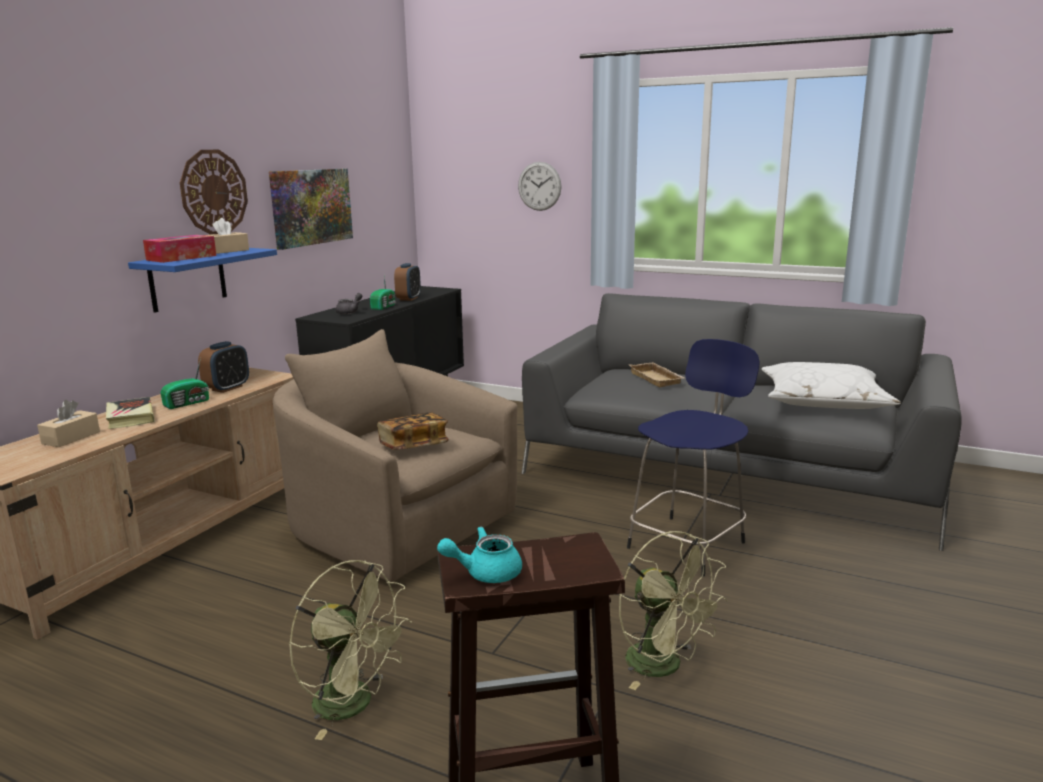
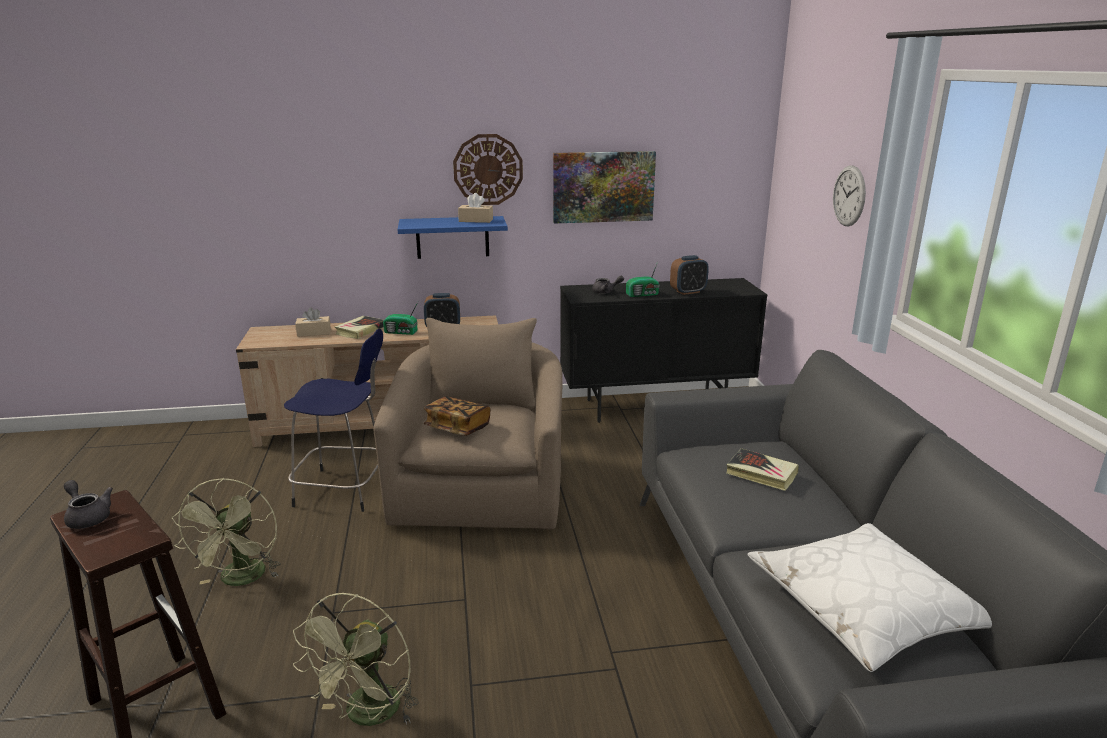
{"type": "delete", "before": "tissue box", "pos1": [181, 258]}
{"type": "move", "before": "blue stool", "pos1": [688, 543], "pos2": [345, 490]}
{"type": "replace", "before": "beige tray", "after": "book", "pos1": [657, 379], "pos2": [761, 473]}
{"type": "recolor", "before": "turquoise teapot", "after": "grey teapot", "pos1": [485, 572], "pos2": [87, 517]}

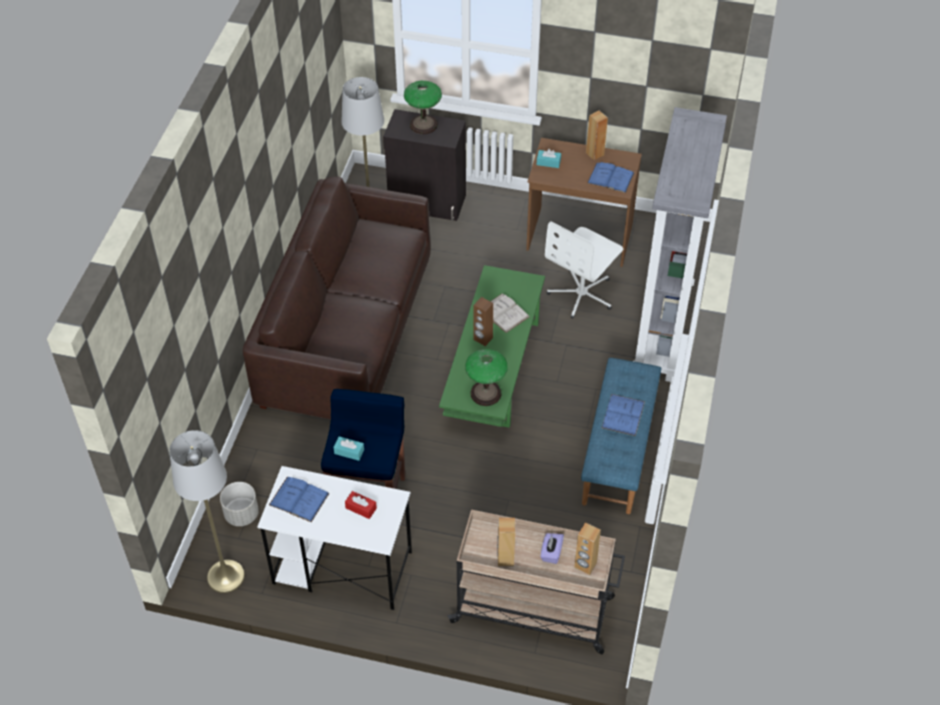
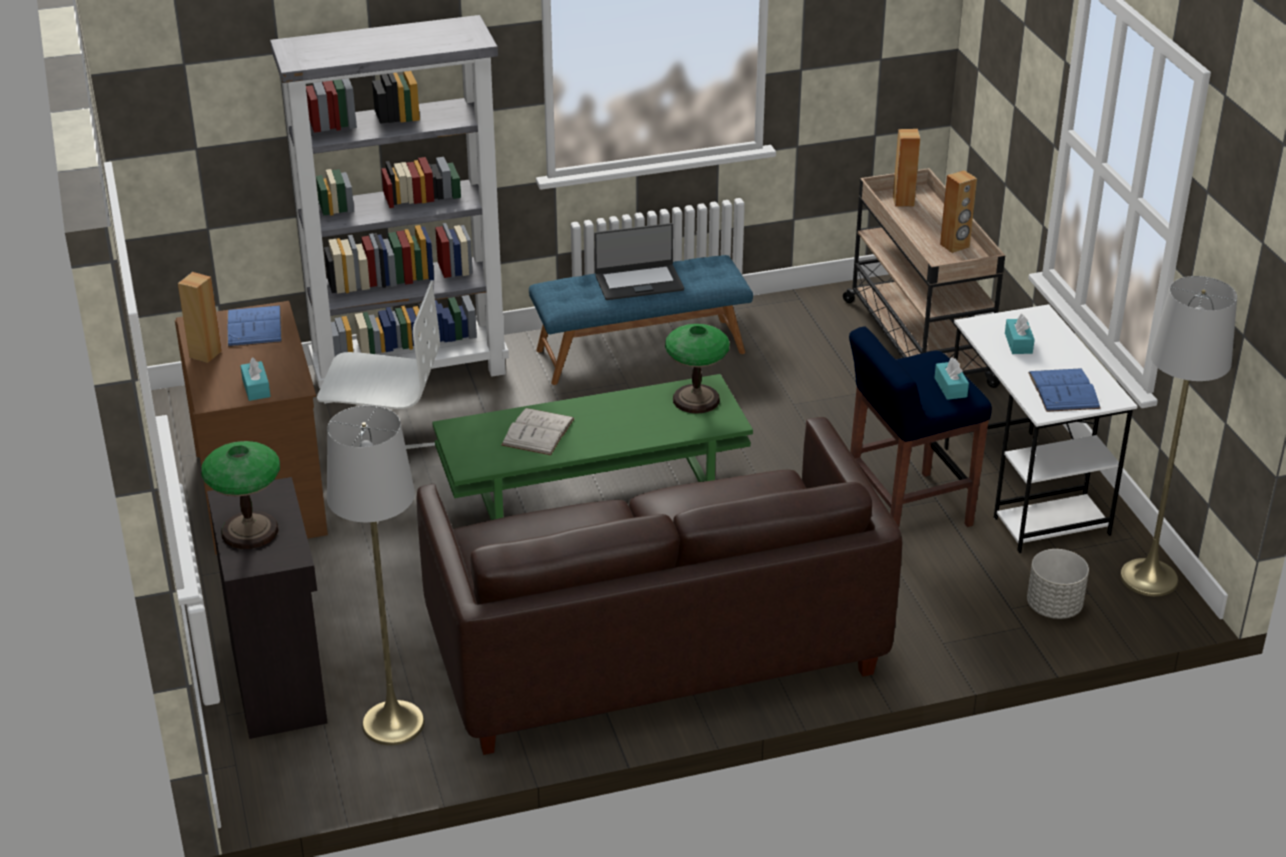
{"type": "delete", "before": "brown speaker", "pos1": [483, 339]}
{"type": "replace", "before": "blue book", "after": "laptop", "pos1": [623, 414], "pos2": [638, 282]}
{"type": "recolor", "before": "red tissue box", "after": "turquoise tissue box", "pos1": [361, 508], "pos2": [1018, 343]}
{"type": "delete", "before": "purple tissue box", "pos1": [551, 553]}

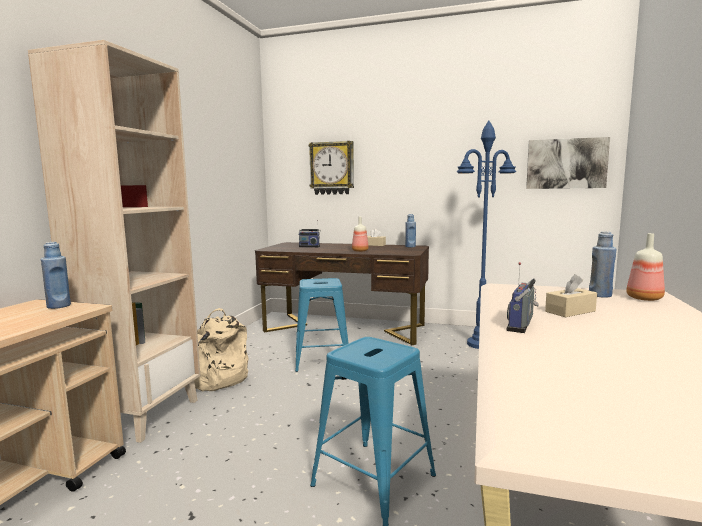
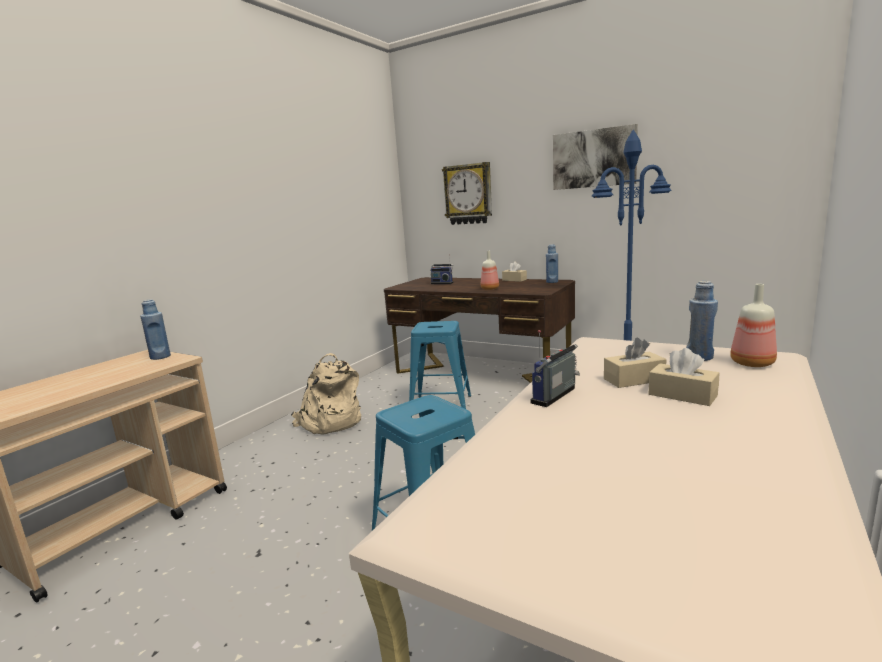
{"type": "delete", "before": "beige bookcase", "pos1": [142, 414]}
{"type": "move", "before": "picture", "pos1": [566, 163], "pos2": [594, 158]}
{"type": "insert", "after": "beige tissue box", "pos2": [682, 395]}

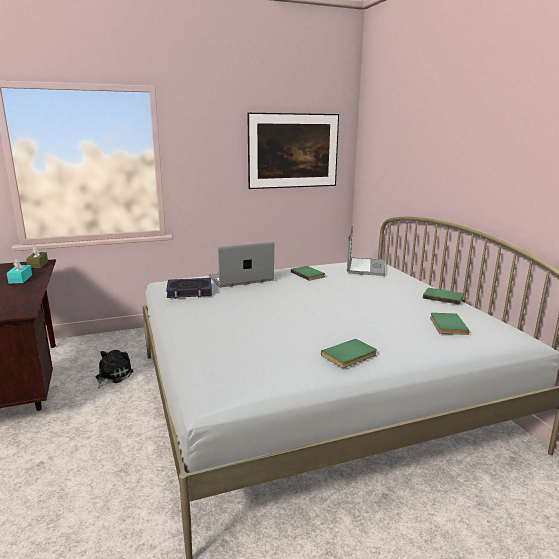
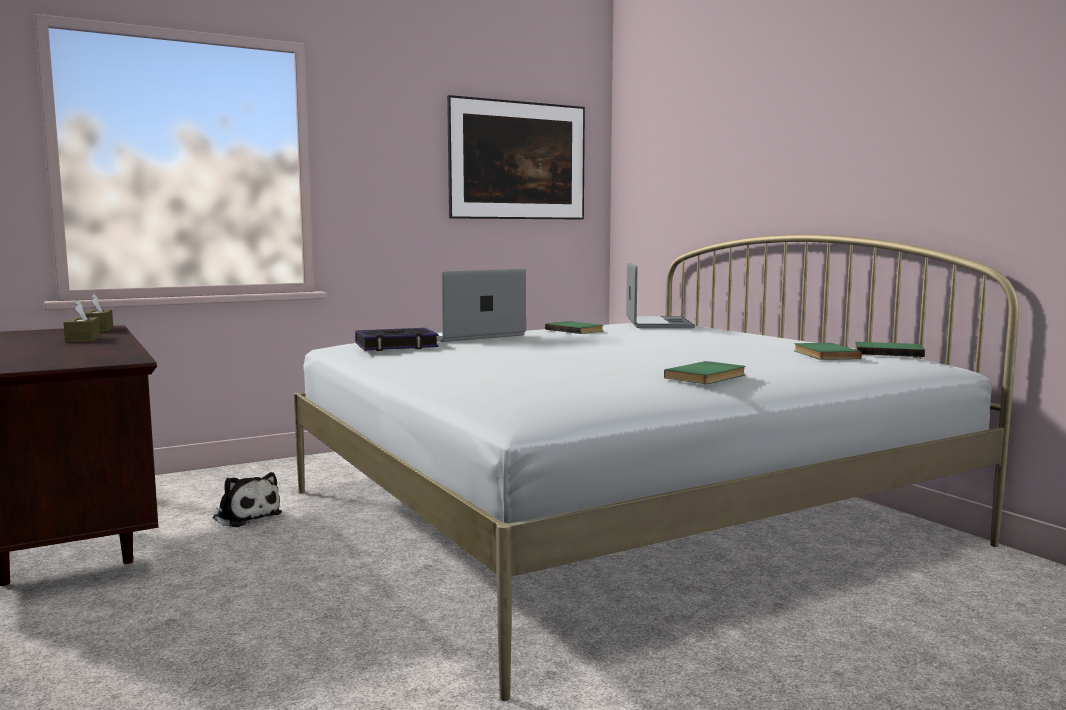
{"type": "recolor", "before": "turquoise tissue box", "after": "brown tissue box", "pos1": [20, 279], "pos2": [83, 339]}
{"type": "move", "before": "green book", "pos1": [443, 297], "pos2": [888, 352]}
{"type": "rotate", "before": "plush toy", "pos1": [112, 376], "pos2": [245, 516], "turn": 120}

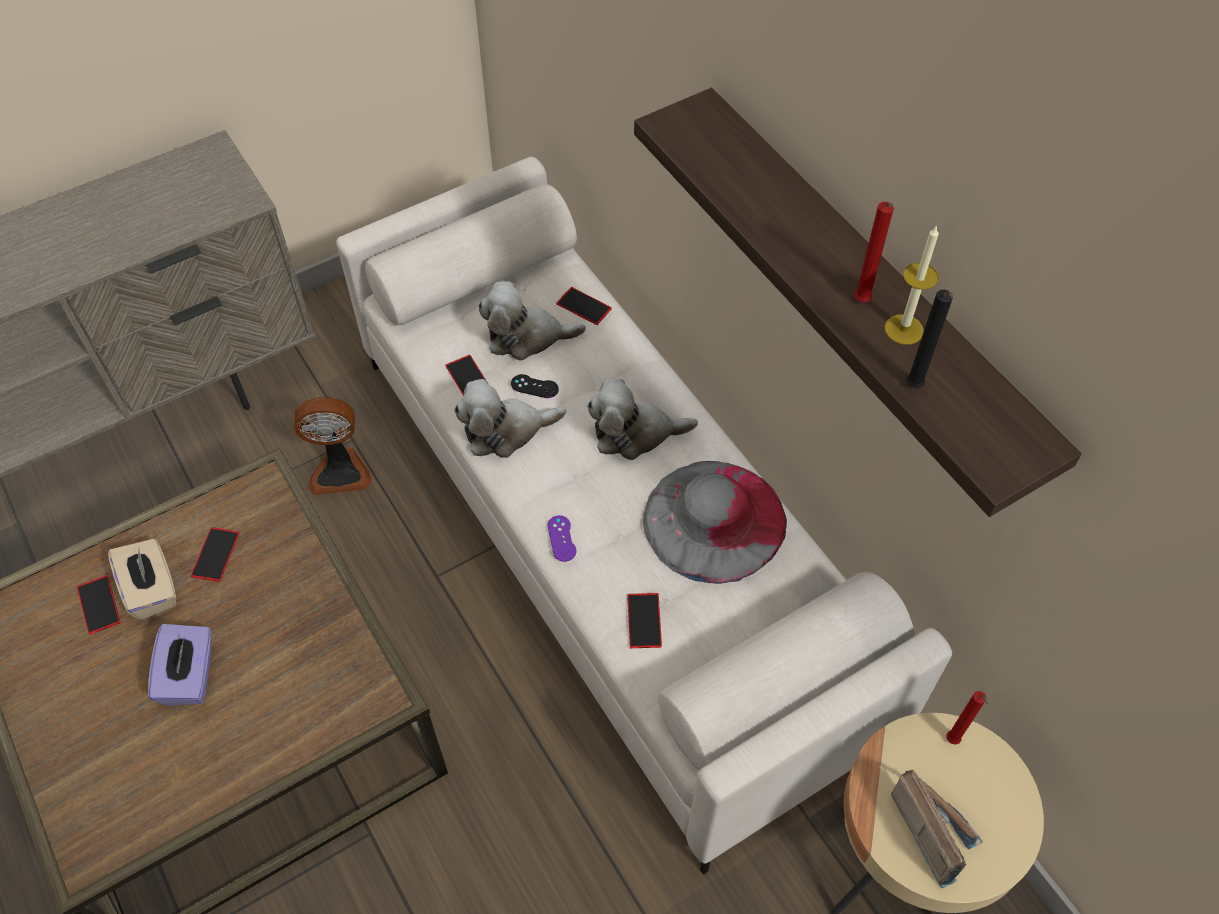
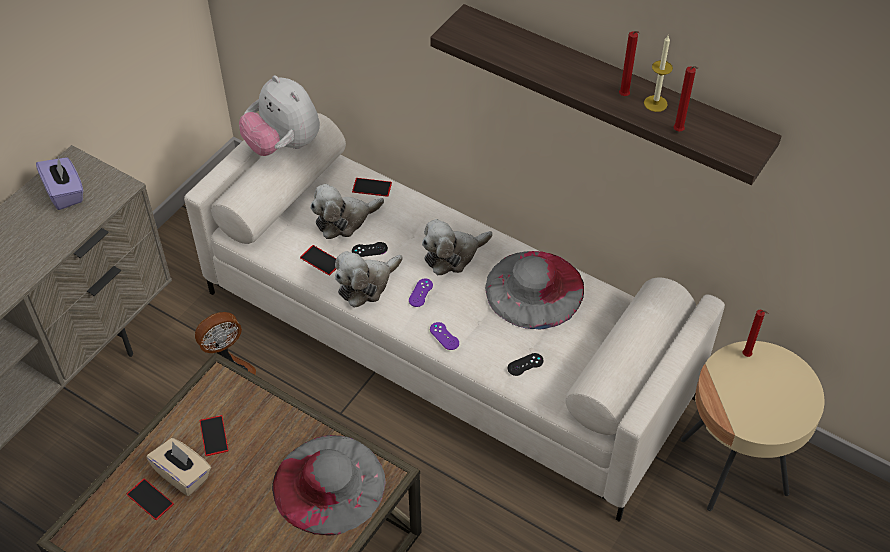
{"type": "recolor", "before": "black candle", "after": "red candle", "pos1": [914, 388], "pos2": [679, 132]}
{"type": "replace", "before": "phone", "after": "black game controller", "pos1": [644, 620], "pos2": [525, 364]}
{"type": "move", "before": "purple tissue box", "pos1": [190, 676], "pos2": [65, 193]}
{"type": "delete", "before": "radio", "pos1": [932, 828]}
{"type": "insert", "after": "plush toy", "pos2": [283, 145]}
{"type": "insert", "after": "purple game controller", "pos2": [420, 293]}
{"type": "insert", "after": "grey hat", "pos2": [329, 484]}

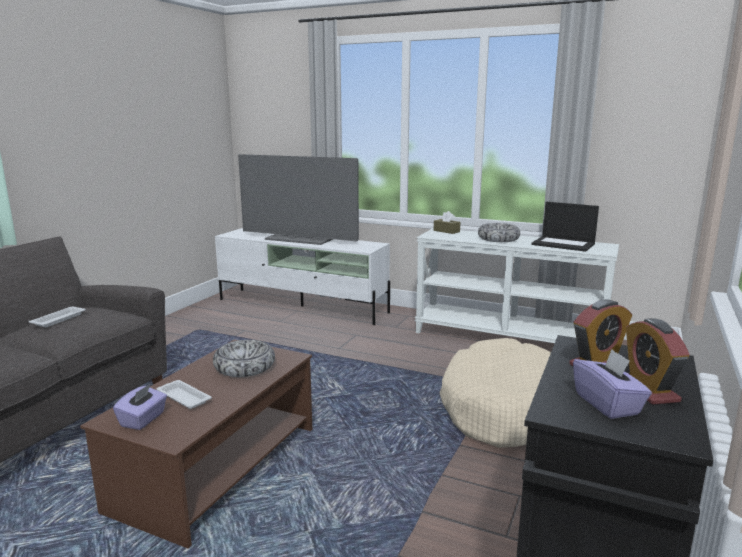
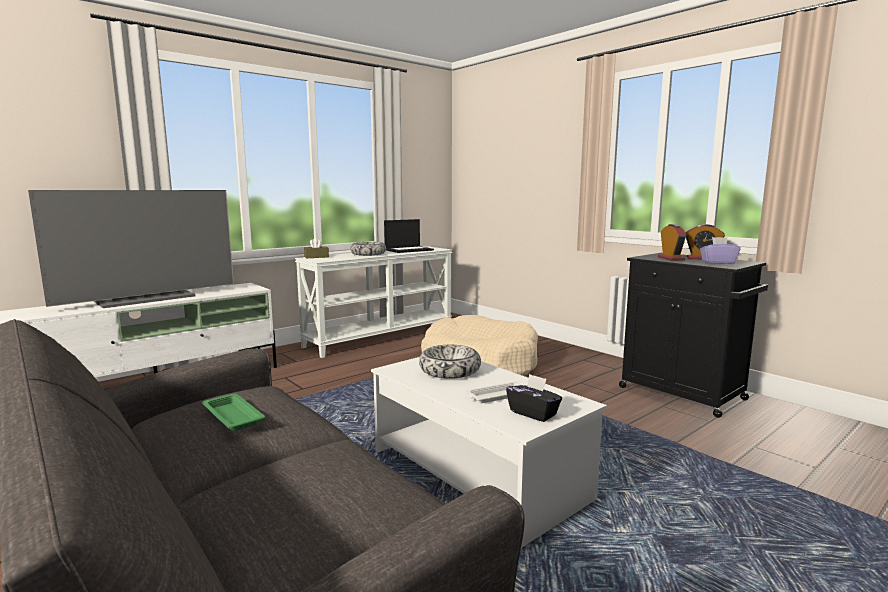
{"type": "recolor", "before": "white tray", "after": "green tray", "pos1": [59, 319], "pos2": [232, 416]}
{"type": "recolor", "before": "brown coffee table", "after": "white coffee table", "pos1": [218, 467], "pos2": [476, 474]}
{"type": "recolor", "before": "purple tissue box", "after": "black tissue box", "pos1": [143, 419], "pos2": [533, 413]}

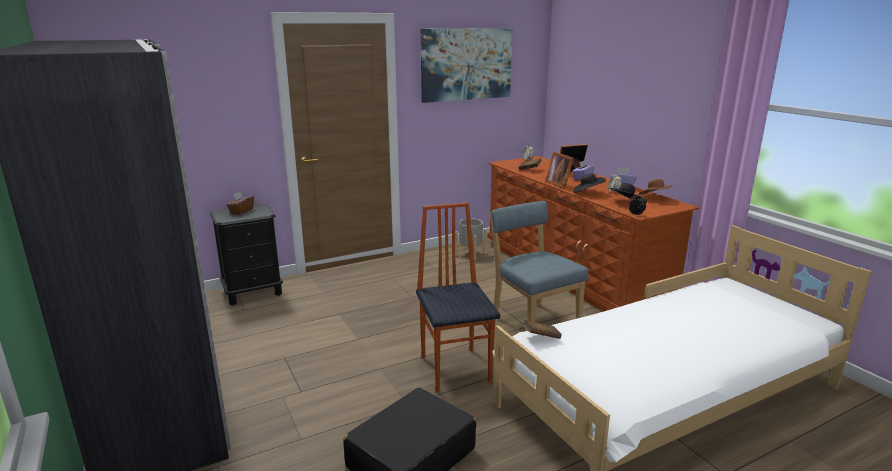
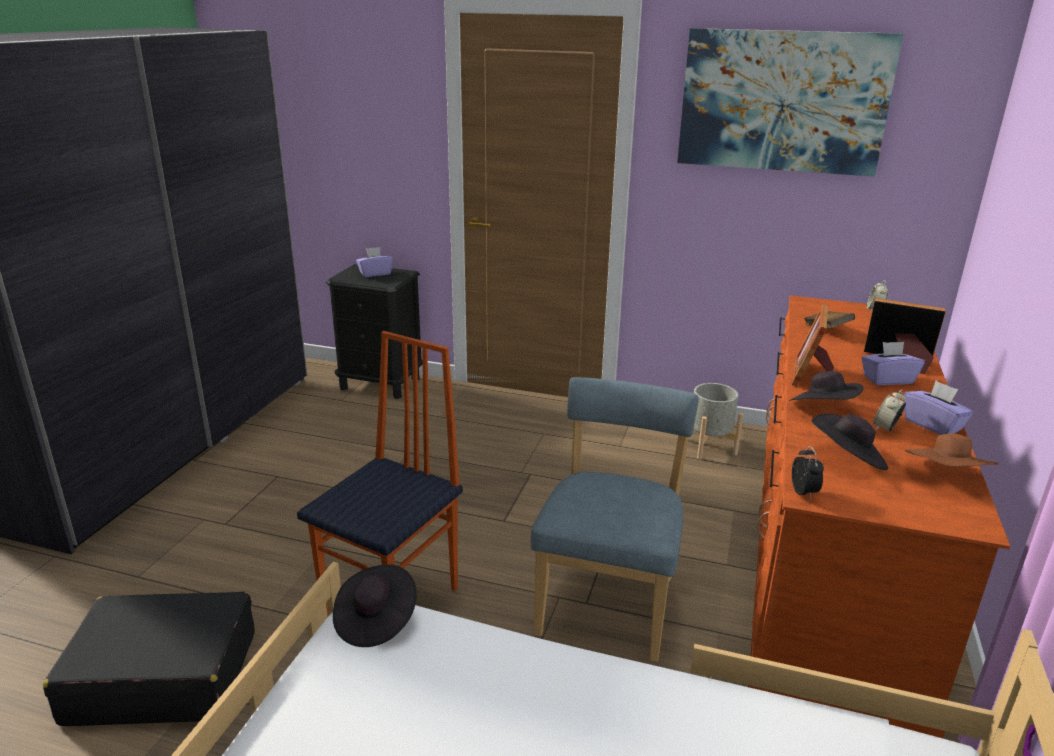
{"type": "recolor", "before": "brown tissue box", "after": "purple tissue box", "pos1": [241, 211], "pos2": [375, 273]}
{"type": "replace", "before": "brown book", "after": "black hat", "pos1": [541, 337], "pos2": [376, 620]}

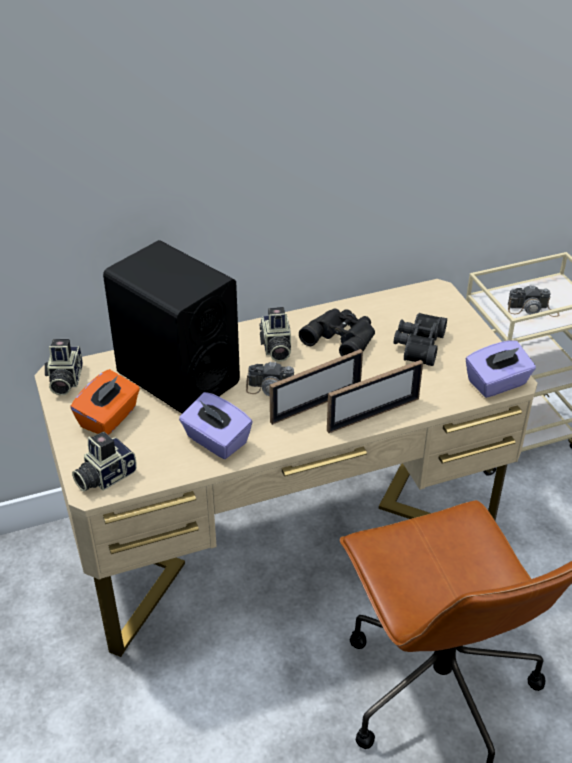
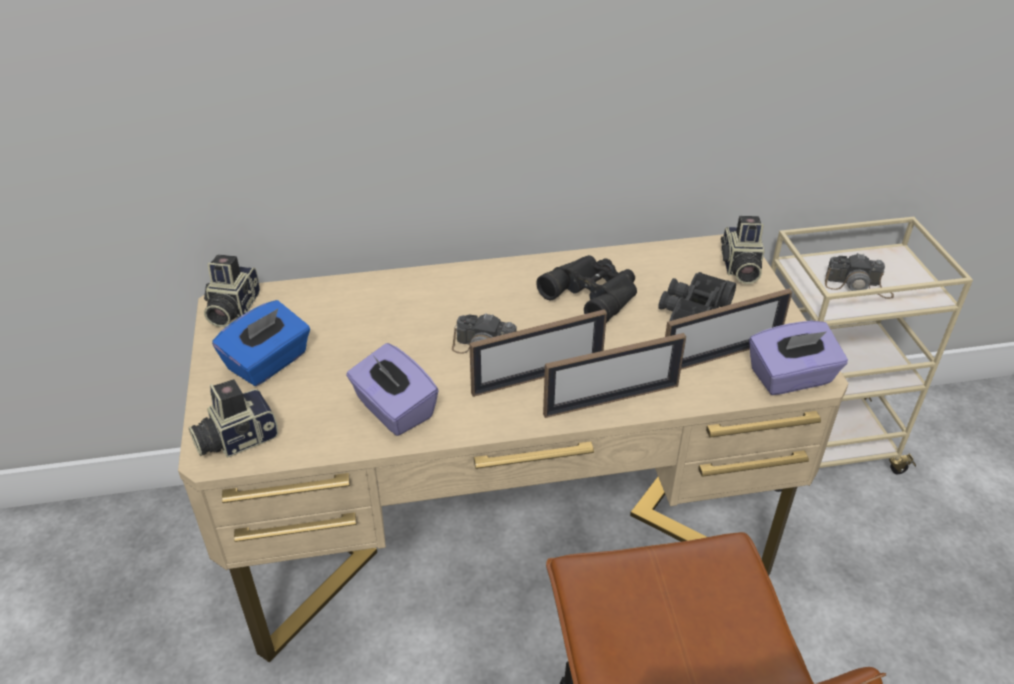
{"type": "delete", "before": "black speaker", "pos1": [177, 378]}
{"type": "move", "before": "photo camera", "pos1": [275, 348], "pos2": [739, 268]}
{"type": "recolor", "before": "orange tissue box", "after": "blue tissue box", "pos1": [109, 418], "pos2": [268, 363]}
{"type": "insert", "after": "picture frame", "pos2": [721, 355]}

